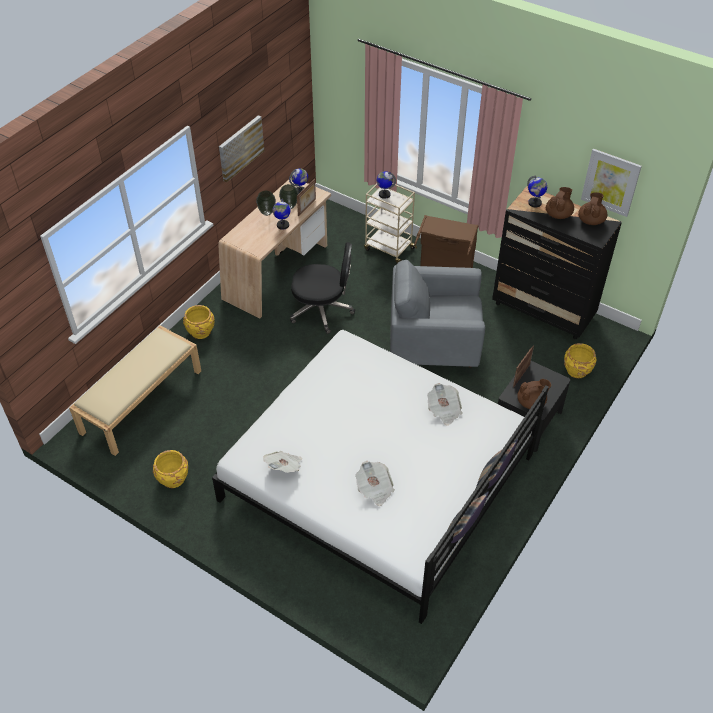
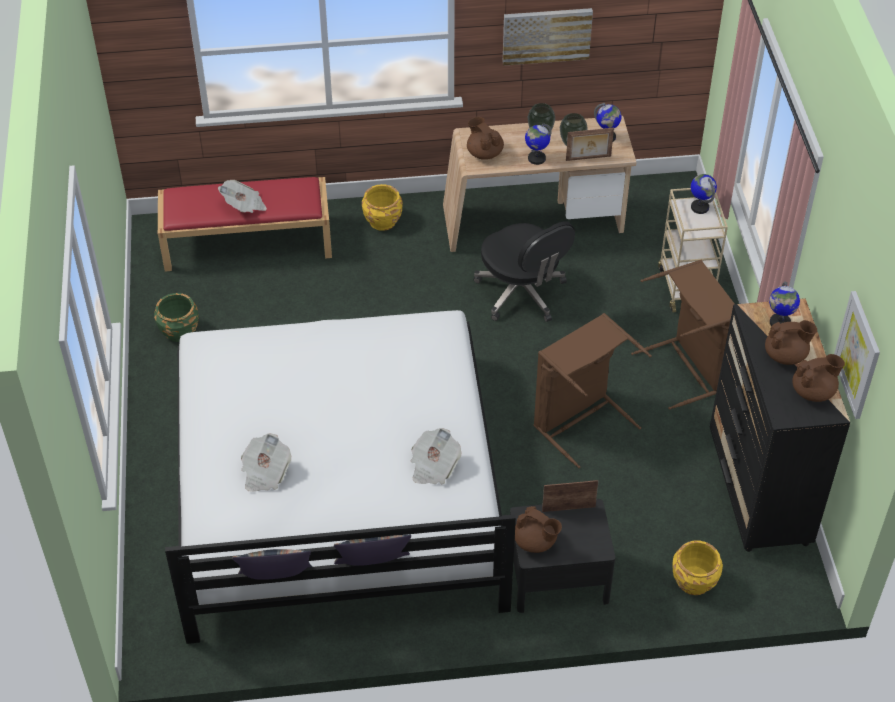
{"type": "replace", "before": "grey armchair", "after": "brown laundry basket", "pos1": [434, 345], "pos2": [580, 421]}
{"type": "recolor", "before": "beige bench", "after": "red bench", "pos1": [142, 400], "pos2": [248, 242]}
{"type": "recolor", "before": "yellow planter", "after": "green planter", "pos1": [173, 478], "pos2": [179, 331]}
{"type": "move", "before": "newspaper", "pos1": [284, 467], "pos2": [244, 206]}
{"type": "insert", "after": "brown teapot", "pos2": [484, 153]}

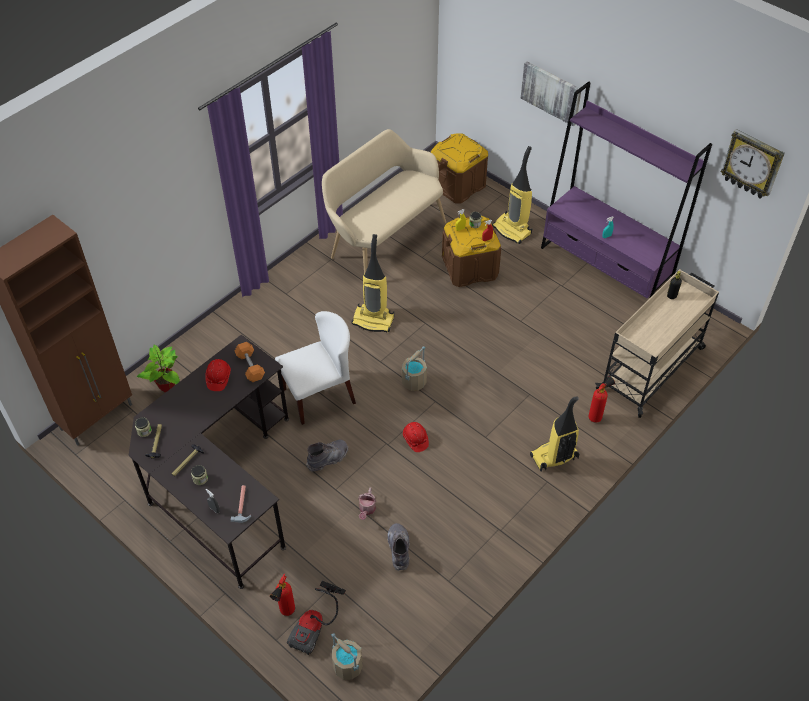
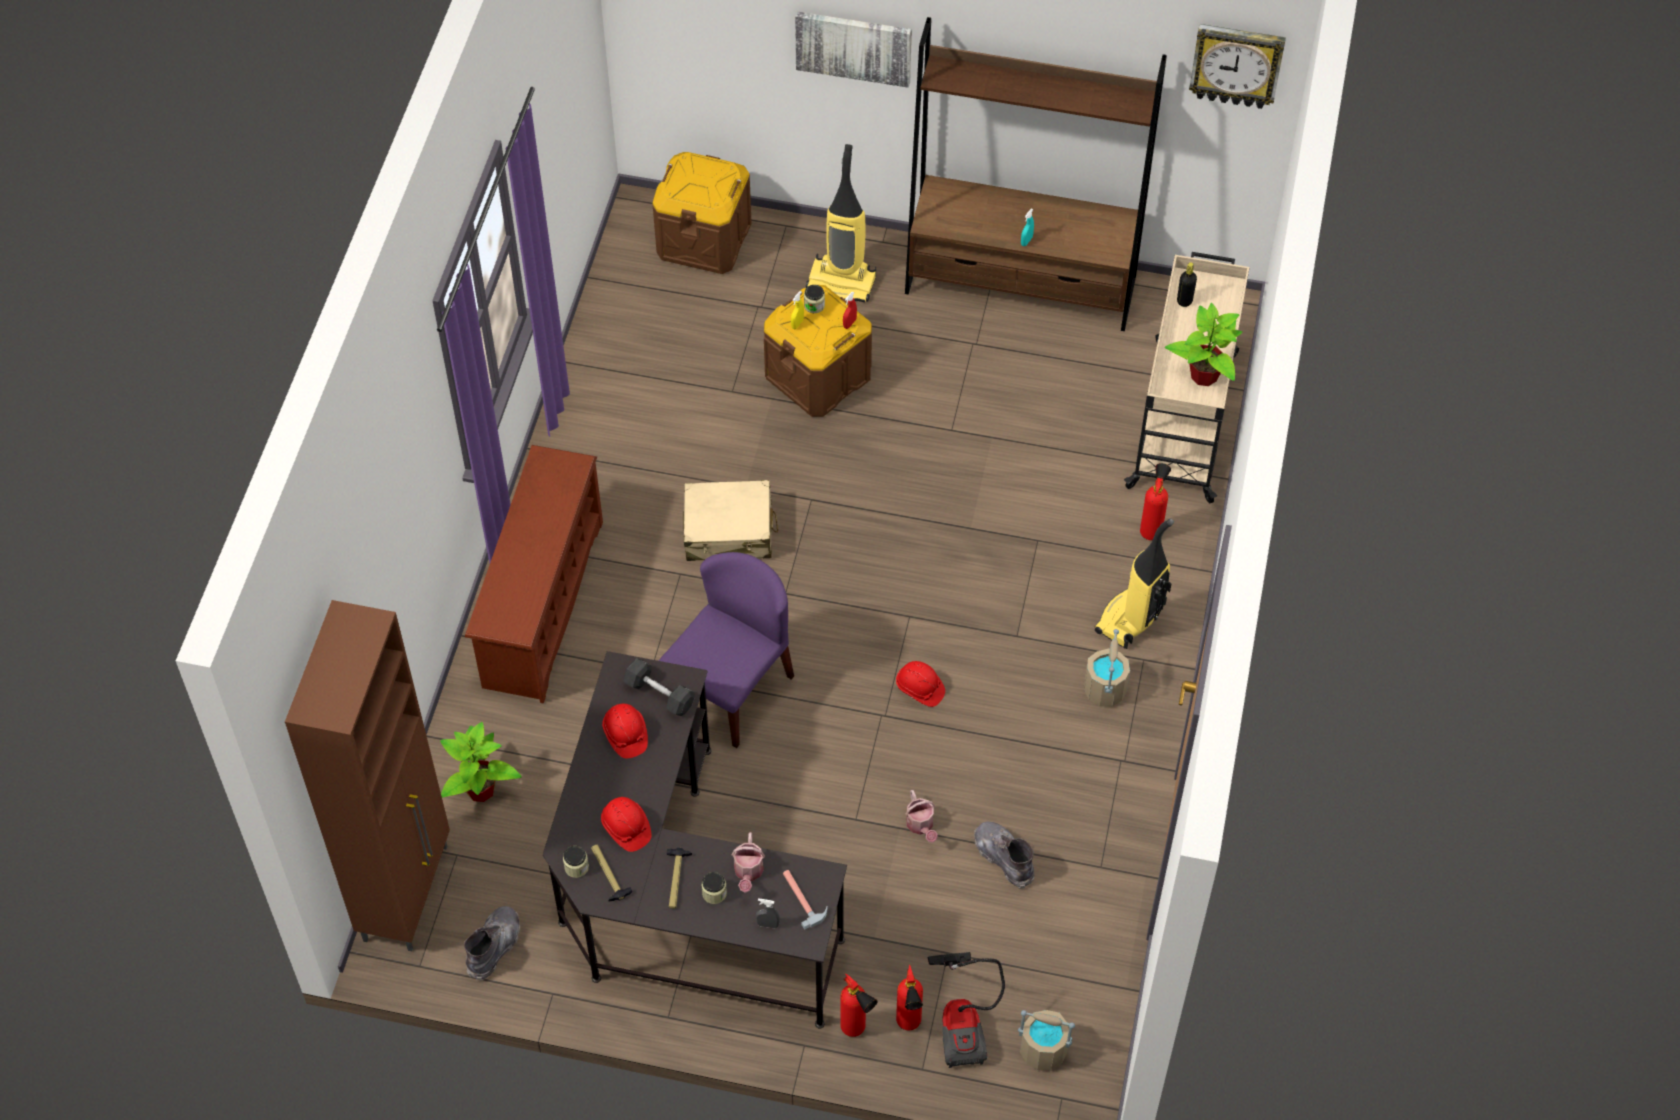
{"type": "recolor", "before": "purple bookcase", "after": "brown bookcase", "pos1": [605, 268], "pos2": [1021, 286]}
{"type": "delete", "before": "beige bench", "pos1": [383, 238]}
{"type": "replace", "before": "vacuum cleaner", "after": "beige suitcase", "pos1": [374, 320], "pos2": [729, 531]}
{"type": "recolor", "before": "white chair", "after": "purple chair", "pos1": [319, 395], "pos2": [730, 690]}
{"type": "recolor", "before": "orange dumbbell", "after": "grey dumbbell", "pos1": [250, 366], "pos2": [659, 694]}
{"type": "move", "before": "beige bucket", "pos1": [414, 381], "pos2": [1105, 690]}
{"type": "move", "before": "grey boot", "pos1": [328, 458], "pos2": [494, 946]}
{"type": "insert", "after": "potted plant", "pos2": [1203, 376]}
{"type": "insert", "after": "brown shoe rack", "pos2": [541, 603]}
{"type": "insert", "after": "red hard hat", "pos2": [626, 828]}
{"type": "insert", "after": "watering can", "pos2": [748, 872]}
{"type": "insert", "after": "fire extinguisher", "pos2": [857, 1031]}

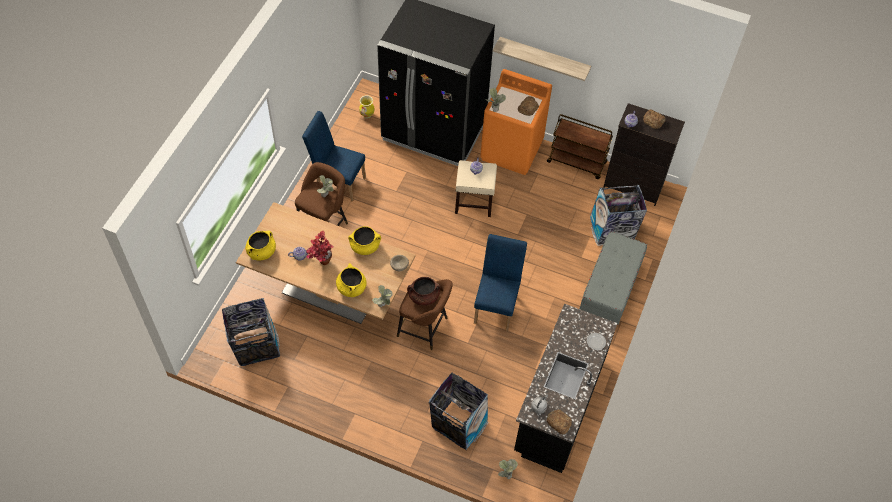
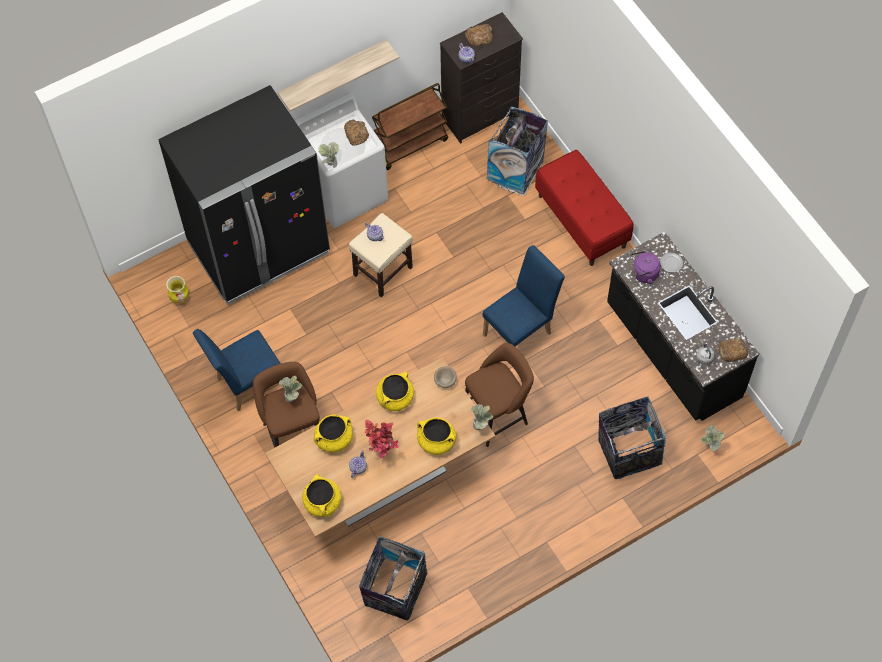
{"type": "recolor", "before": "orange washing machine", "after": "white washing machine", "pos1": [512, 150], "pos2": [345, 191]}
{"type": "recolor", "before": "grey bench", "after": "red bench", "pos1": [609, 290], "pos2": [582, 221]}
{"type": "rotate", "before": "blue chair", "pos1": [497, 305], "pos2": [521, 331], "turn": 90}
{"type": "delete", "before": "brown cooking pot", "pos1": [423, 297]}
{"type": "insert", "after": "purple kettle", "pos2": [643, 274]}
{"type": "insert", "after": "yellow cooking pot", "pos2": [334, 439]}

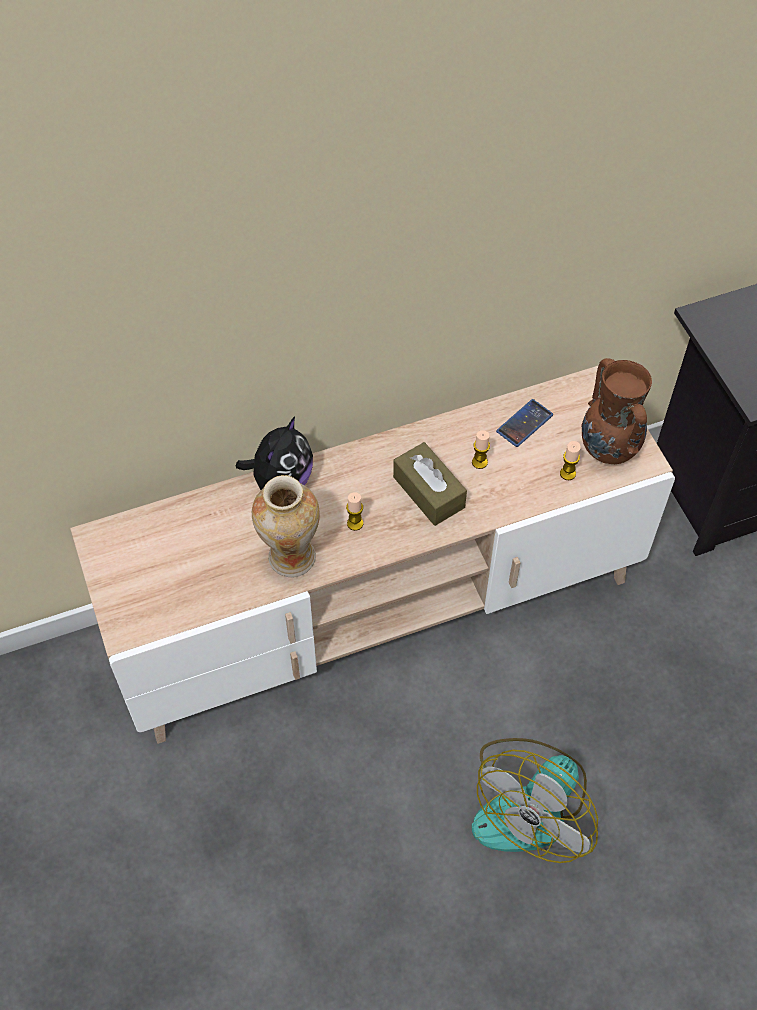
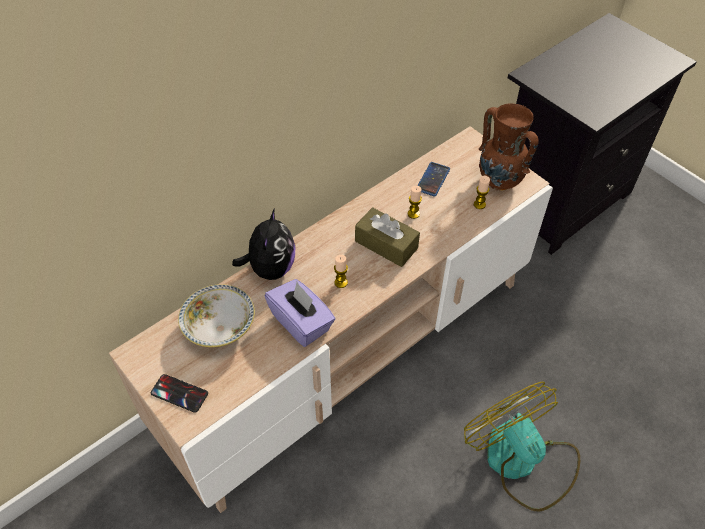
{"type": "replace", "before": "vase", "after": "purple tissue box", "pos1": [290, 558], "pos2": [301, 322]}
{"type": "rotate", "before": "fan", "pos1": [531, 804], "pos2": [521, 461], "turn": 135}
{"type": "insert", "after": "bowl", "pos2": [220, 328]}
{"type": "insert", "after": "phone", "pos2": [179, 393]}

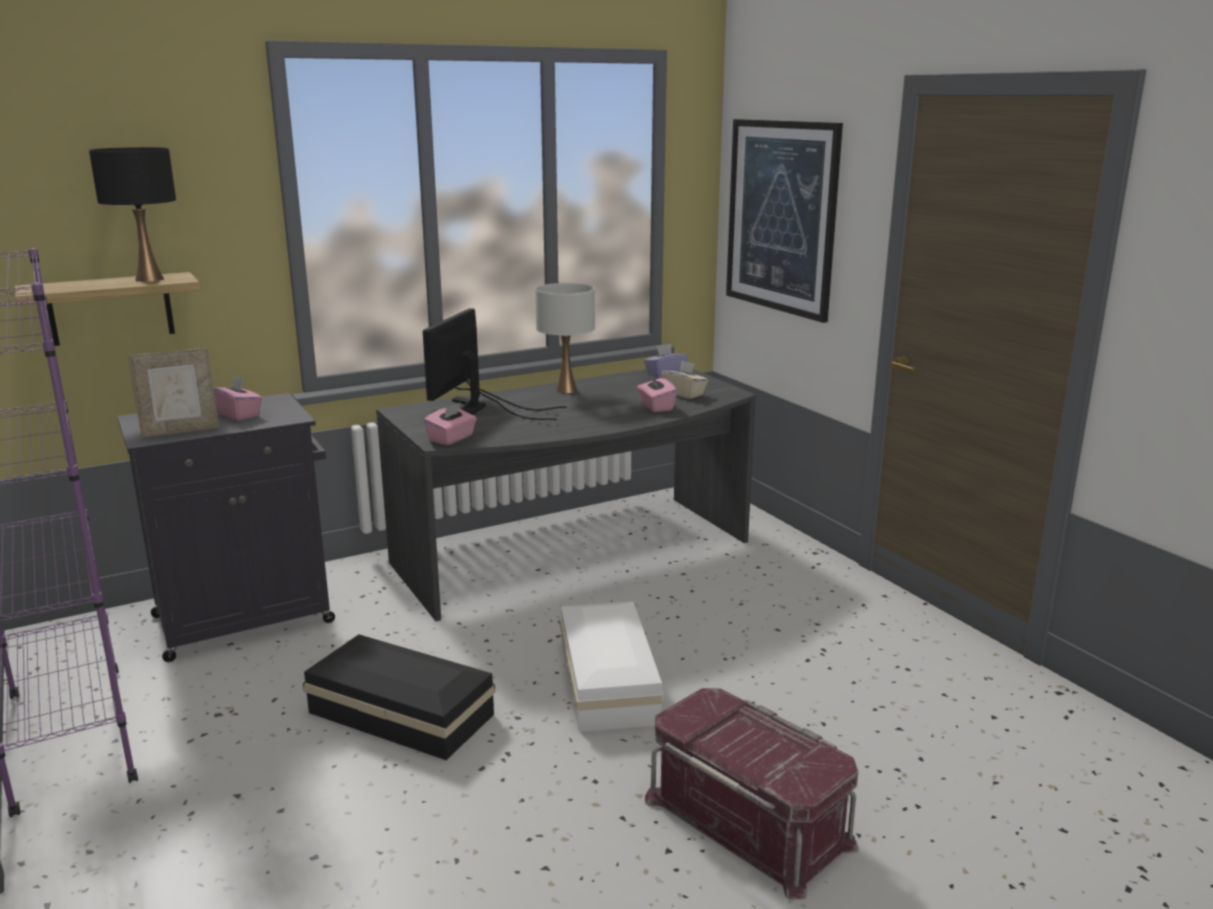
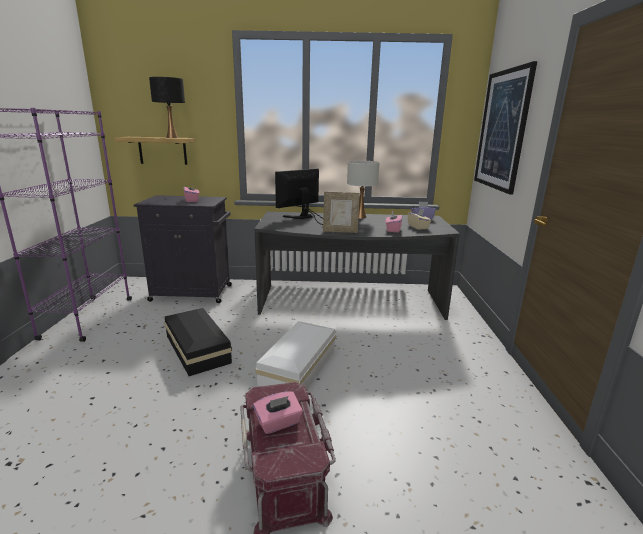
{"type": "move", "before": "picture frame", "pos1": [180, 431], "pos2": [340, 231]}
{"type": "move", "before": "pink tissue box", "pos1": [452, 439], "pos2": [278, 423]}

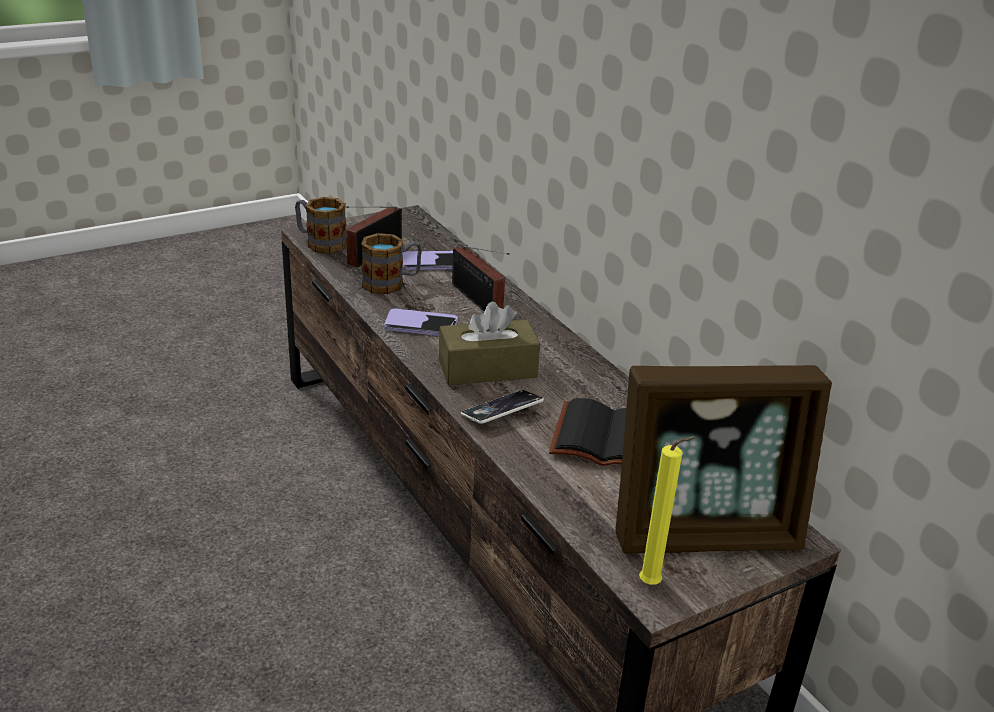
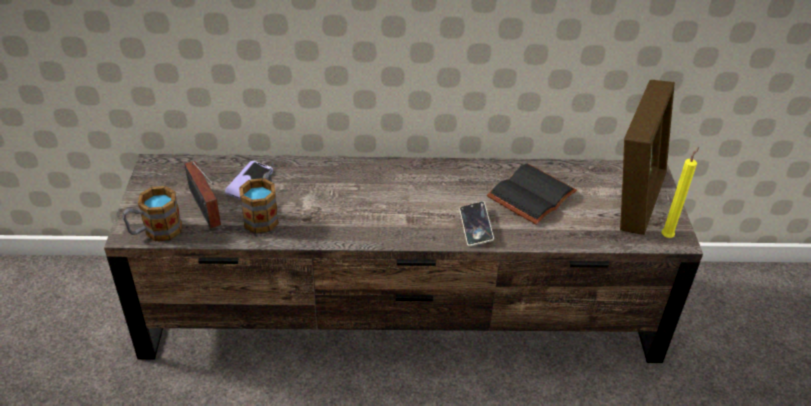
{"type": "delete", "before": "radio", "pos1": [478, 301]}
{"type": "delete", "before": "brown tissue box", "pos1": [487, 368]}
{"type": "delete", "before": "phone", "pos1": [421, 325]}

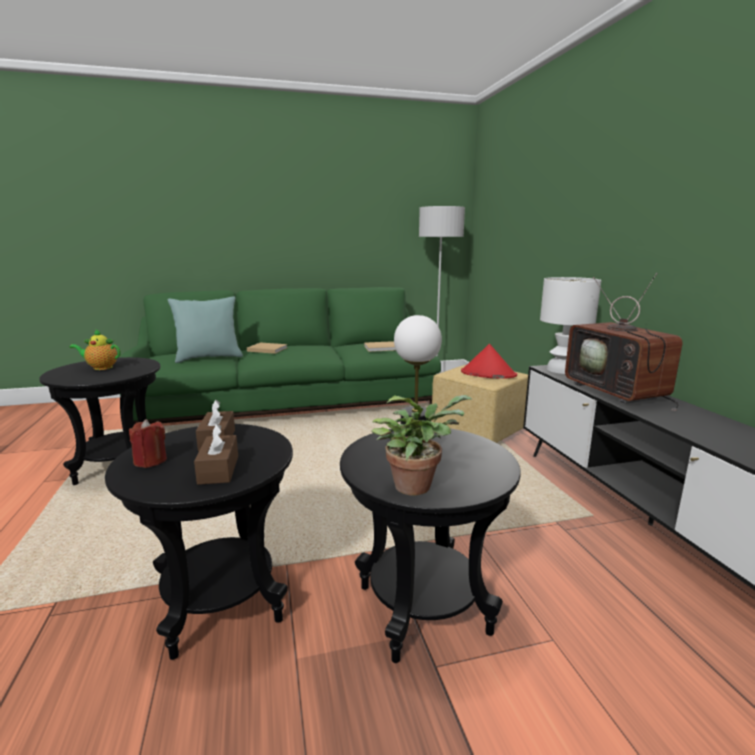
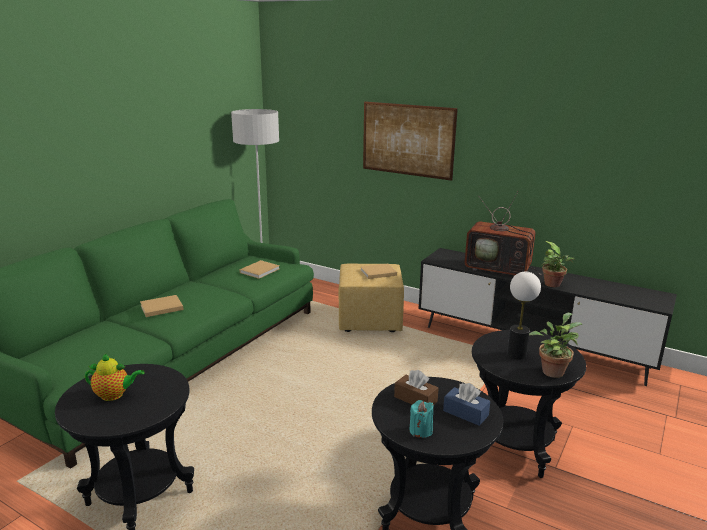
{"type": "delete", "before": "white table lamp", "pos1": [561, 370]}
{"type": "delete", "before": "turquoise pillow", "pos1": [209, 358]}
{"type": "rotate", "before": "teapot", "pos1": [100, 368], "pos2": [114, 395], "turn": -135}
{"type": "replace", "before": "red hat", "after": "beige book", "pos1": [488, 374], "pos2": [377, 272]}
{"type": "recolor", "before": "red candle", "after": "turquoise candle", "pos1": [150, 461], "pos2": [420, 431]}
{"type": "recolor", "before": "brown tissue box", "after": "blue tissue box", "pos1": [218, 469], "pos2": [465, 413]}
{"type": "insert", "after": "picture", "pos2": [407, 140]}
{"type": "insert", "after": "potted plant", "pos2": [554, 285]}

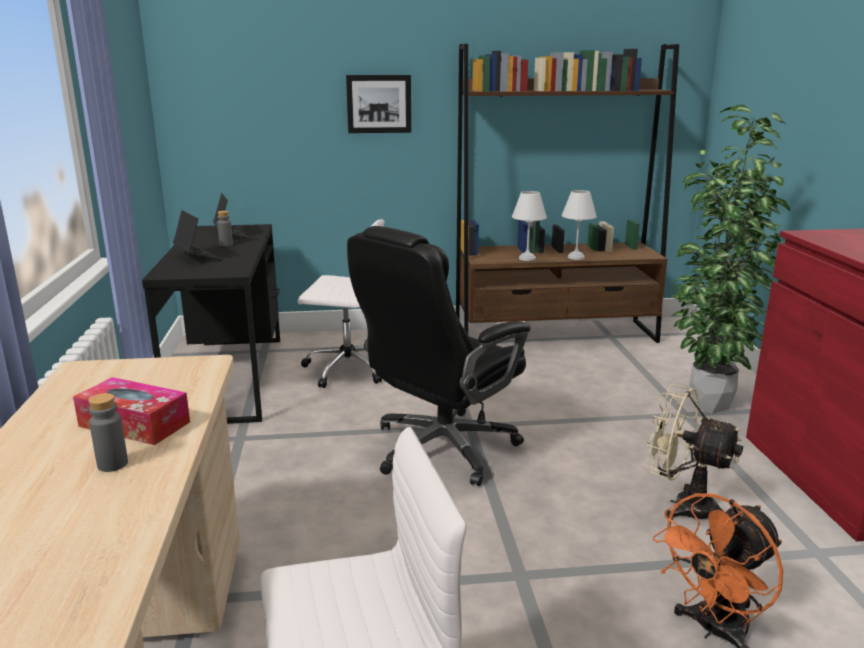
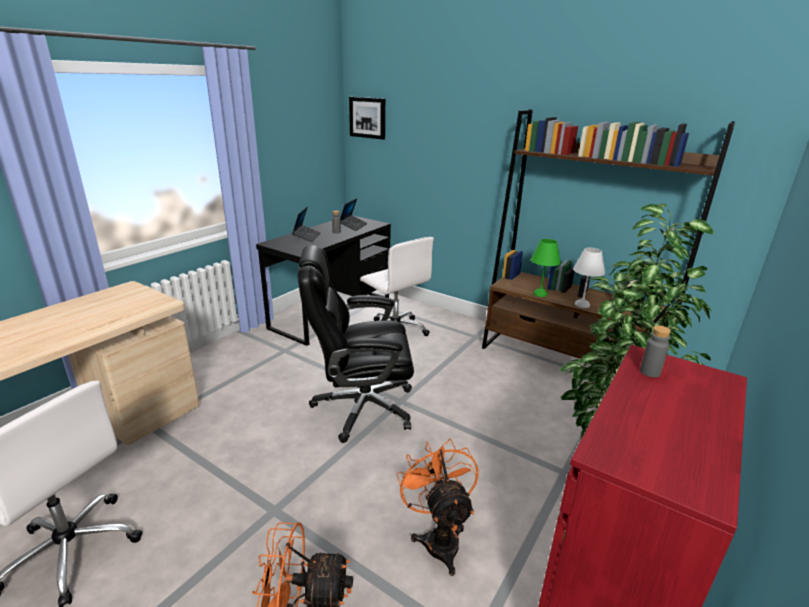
{"type": "move", "before": "picture", "pos1": [379, 104], "pos2": [368, 117]}
{"type": "recolor", "before": "white table lamp", "after": "green table lamp", "pos1": [527, 258], "pos2": [540, 293]}
{"type": "delete", "before": "tissue box", "pos1": [134, 424]}
{"type": "recolor", "before": "beige fan", "after": "orange fan", "pos1": [682, 505], "pos2": [438, 537]}
{"type": "move", "before": "grey bottle", "pos1": [112, 464], "pos2": [650, 372]}

